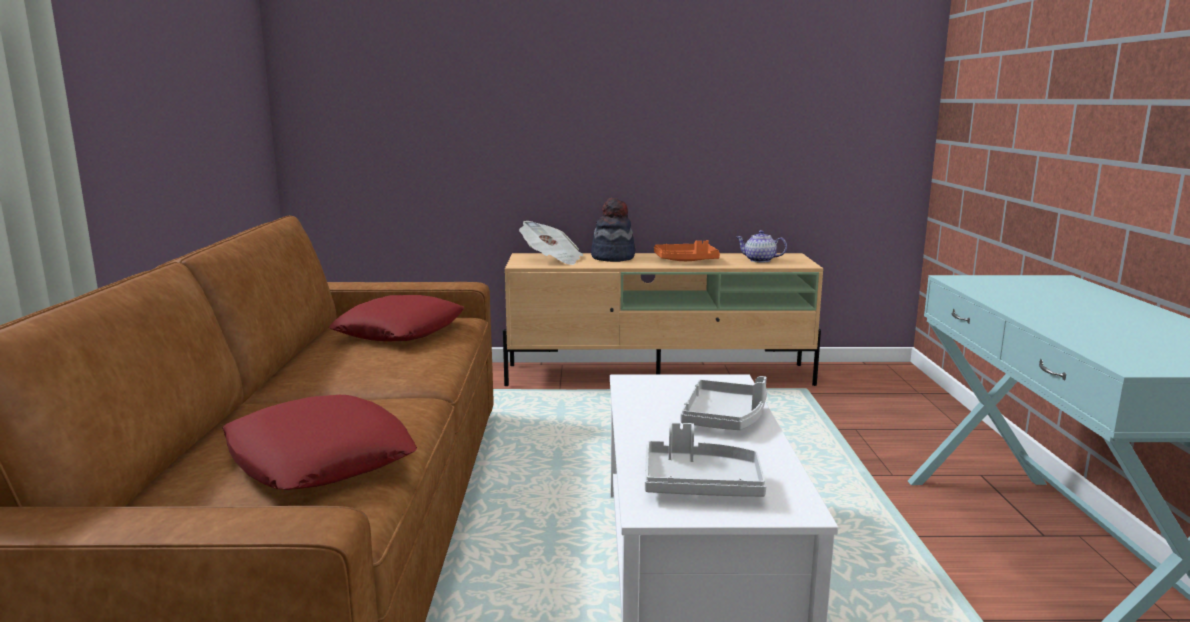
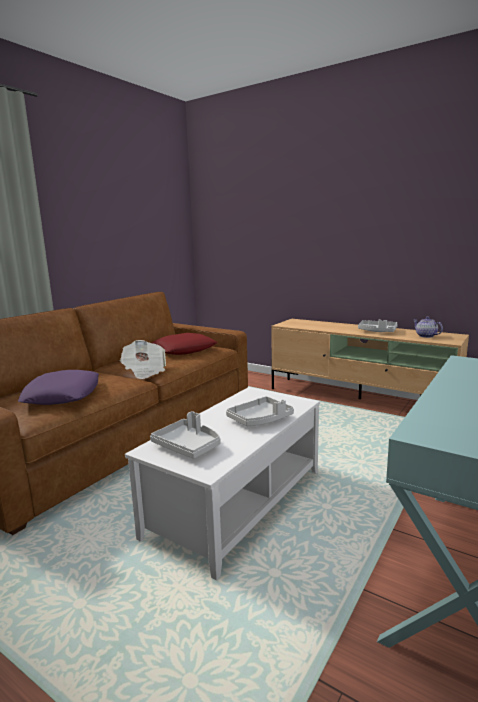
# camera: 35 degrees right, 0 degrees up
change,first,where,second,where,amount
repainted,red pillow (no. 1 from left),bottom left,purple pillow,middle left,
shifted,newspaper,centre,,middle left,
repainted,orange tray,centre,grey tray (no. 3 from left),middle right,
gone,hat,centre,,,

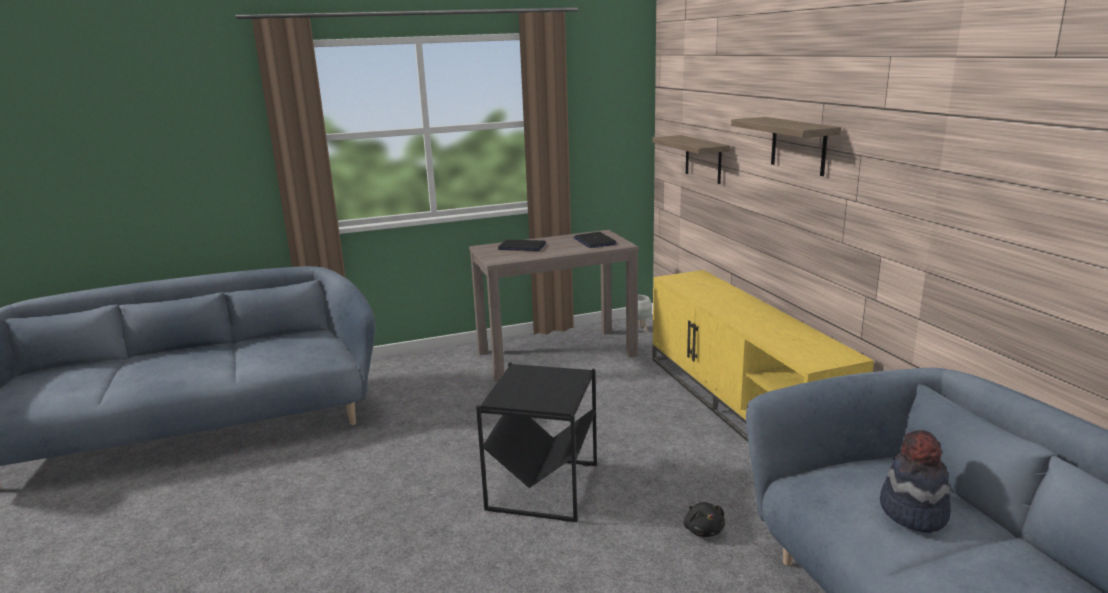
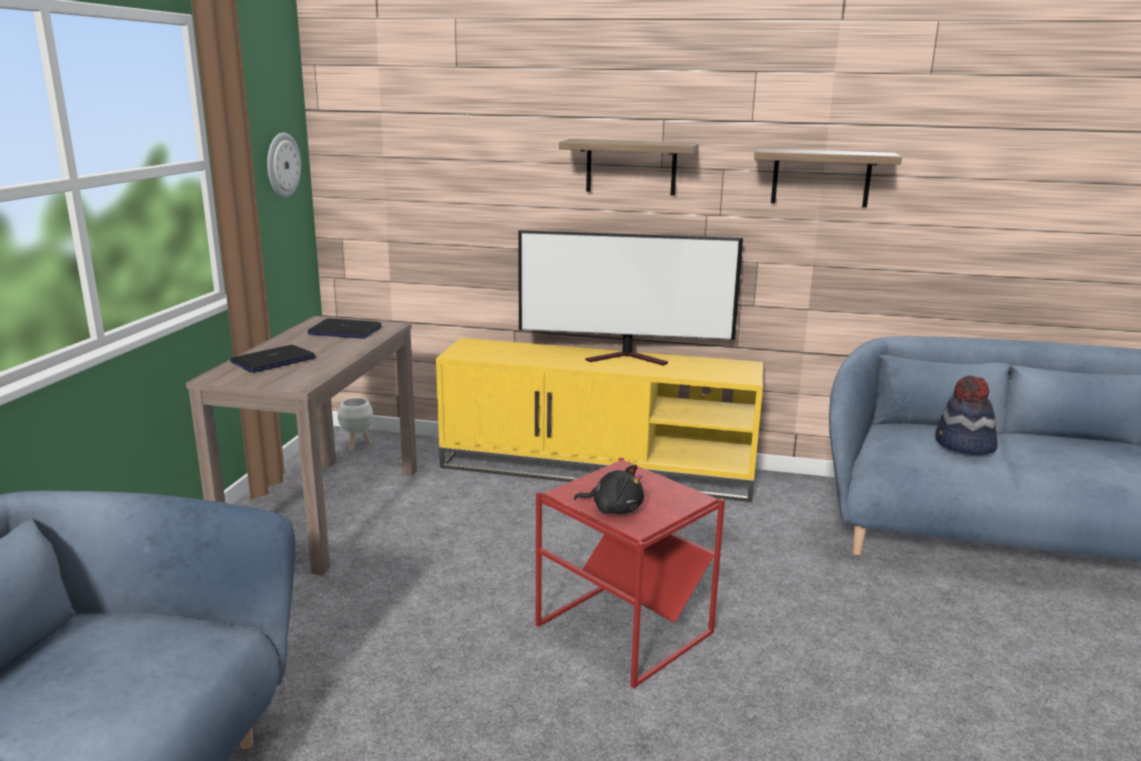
# camera: 60 degrees left, 0 degrees up
change,first,where,second,where,amount
new,,,wall clock,top left,
new,,,television,centre,
repainted,black side table,bottom centre,red side table,bottom centre,
shifted,black plush toy,bottom centre,,centre,
shifted,shelf (no. 1 from left in the first image),top centre,shelf (no. 2 from left),top right,

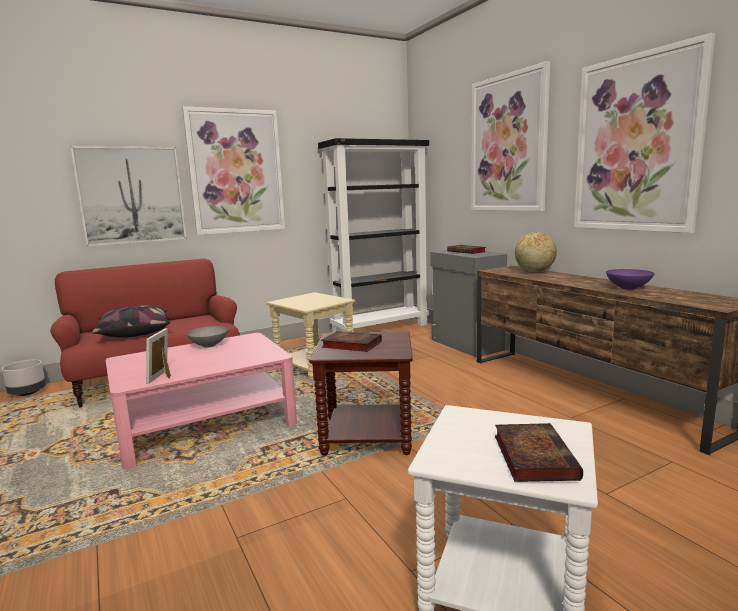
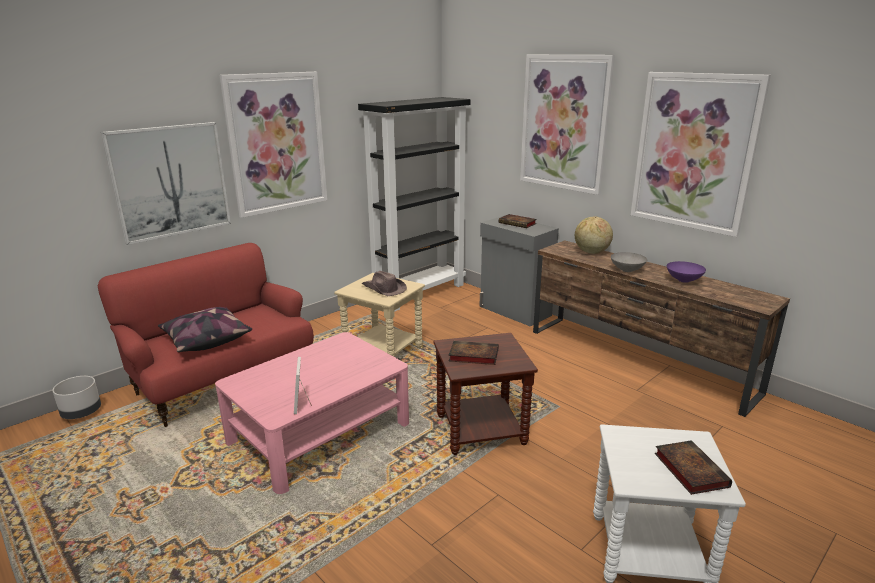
# camera: 15 degrees left, 10 degrees up
change,first,where,second,where,amount
new,,,brown hat,centre,
shifted,grey bowl,middle left,,middle right,

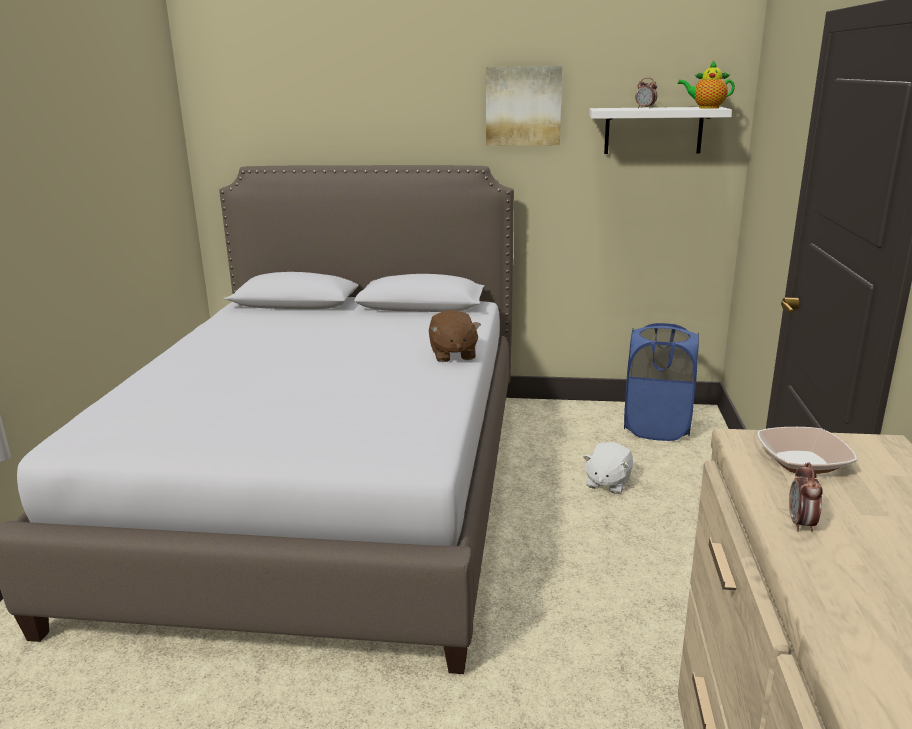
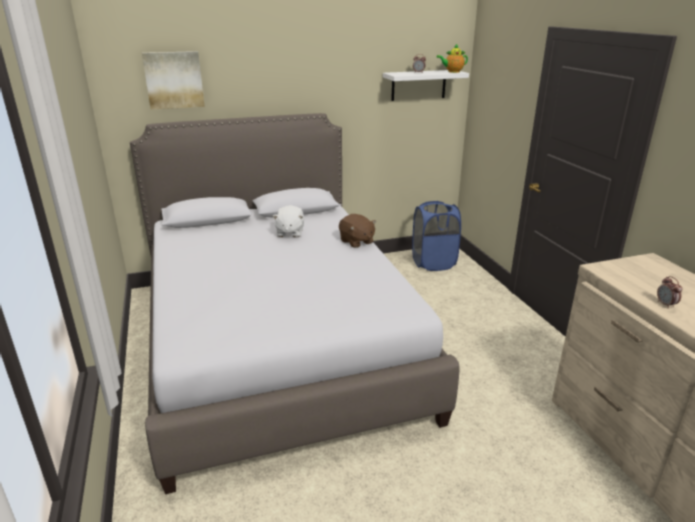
# camera: 25 degrees left, 5 degrees up
change,first,where,second,where,amount
shifted,picture,top centre,,top left,
shifted,white plush toy,middle right,,centre,
gone,bowl,middle right,,,

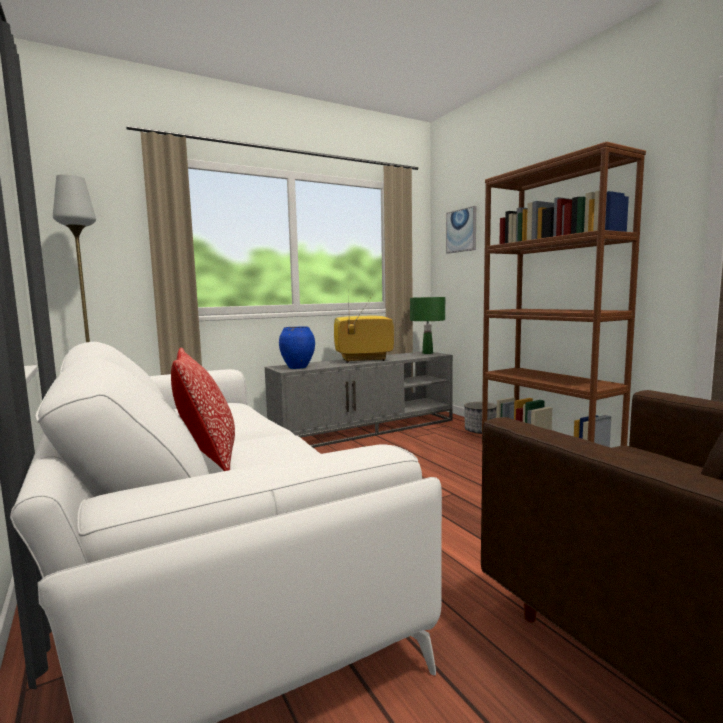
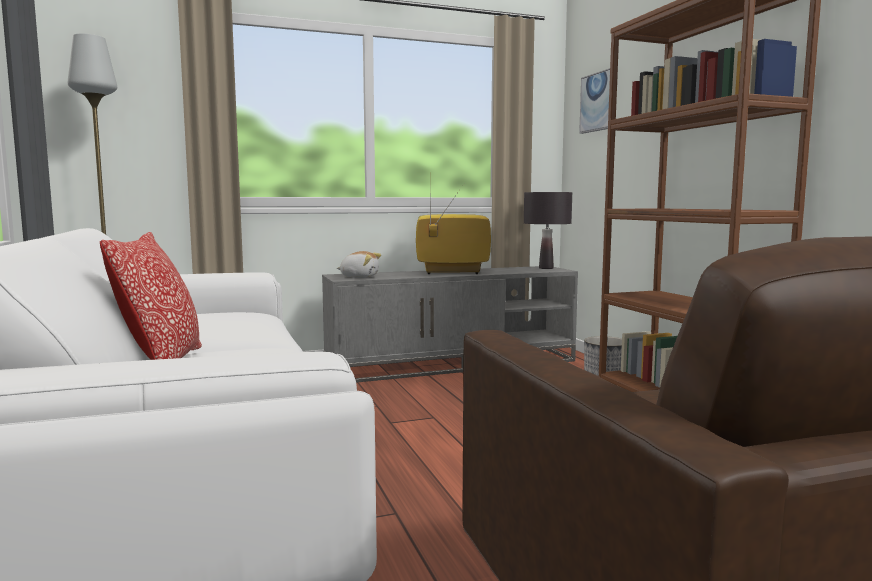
# camera: 10 degrees right, 0 degrees up
change,first,where,second,where,amount
swapped,blue vase,centre,plush toy,centre,
repainted,green table lamp,centre,black table lamp,centre,

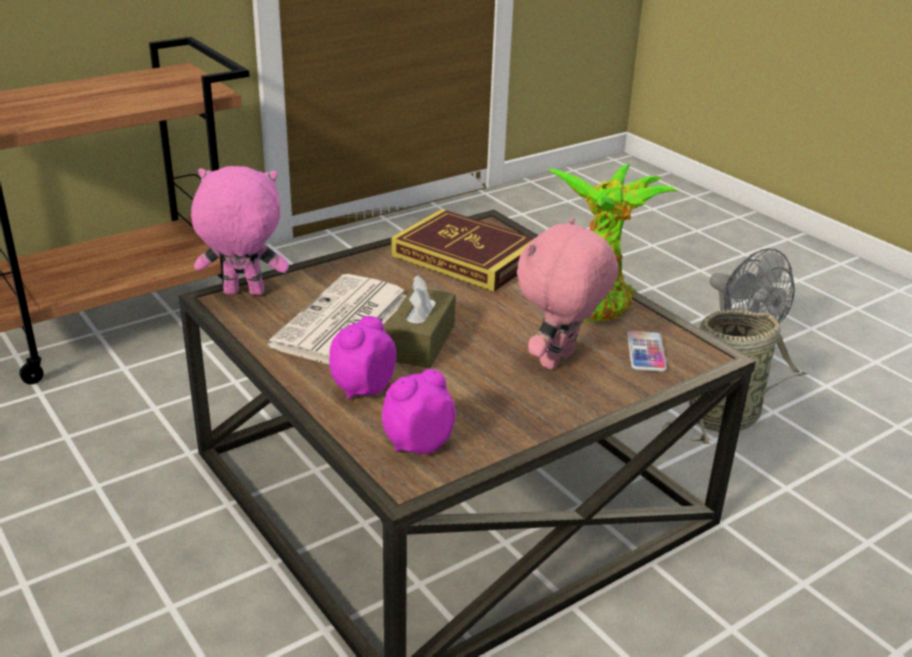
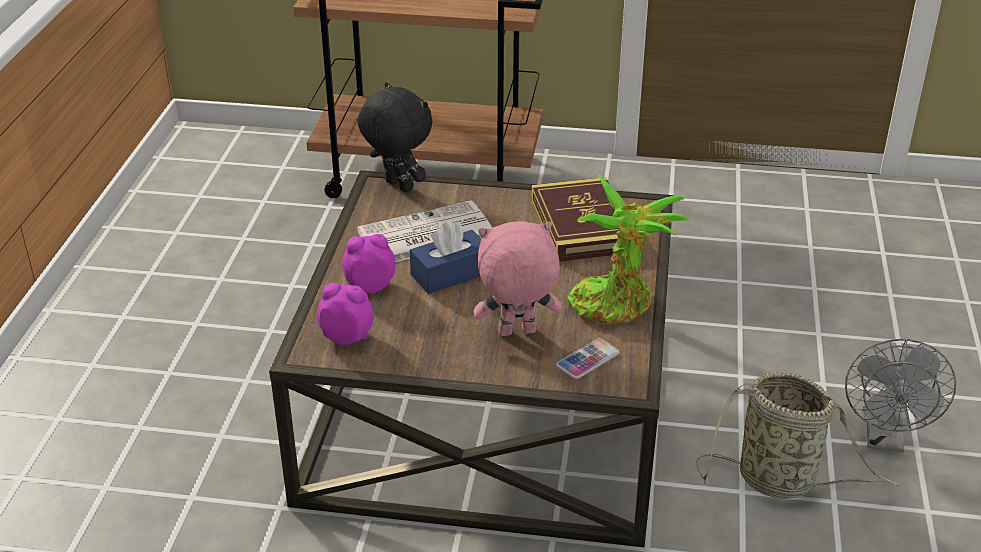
# camera: 45 degrees right, 5 degrees up
change,first,where,second,where,amount
repainted,pink plush toy (no. 1 from left),middle left,black plush toy,top centre,
repainted,brown tissue box,centre,blue tissue box,centre,

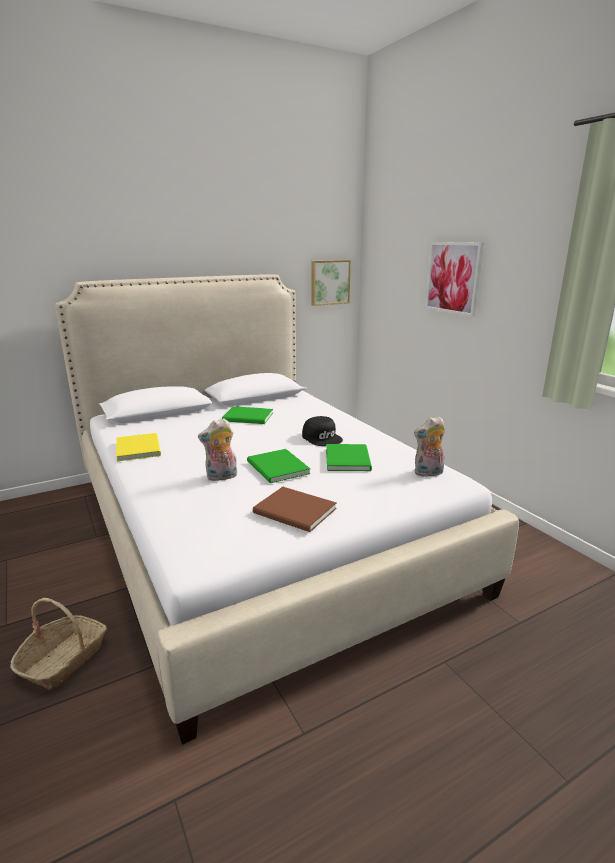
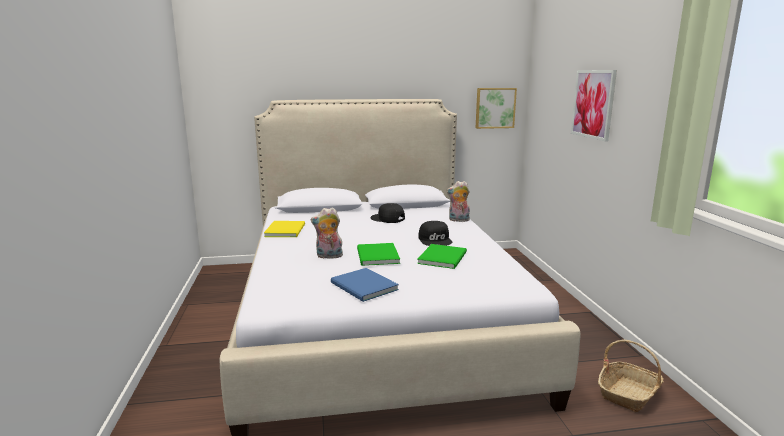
# camera: 20 degrees right, 5 degrees down
change,first,where,second,where,amount
repainted,brown book,centre,blue book,centre,
swapped,green book (no. 1 from left),centre,black cap (no. 1 from left),centre,
shifted,plush toy (no. 2 from left),middle right,,centre,
shifted,basket,bottom left,,bottom right,

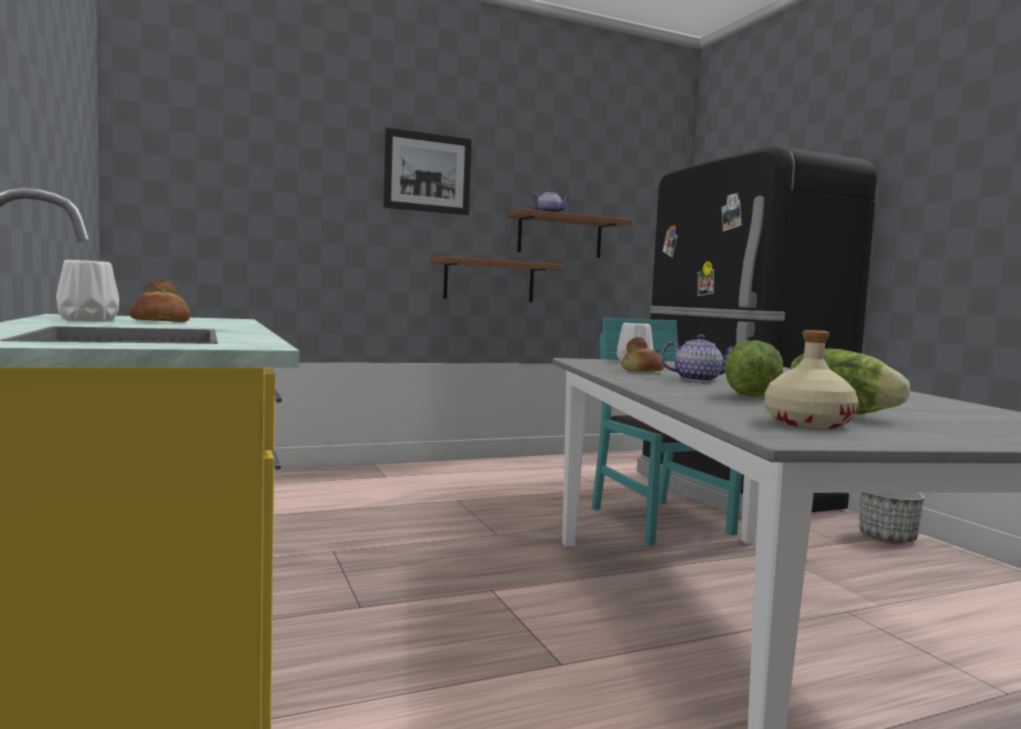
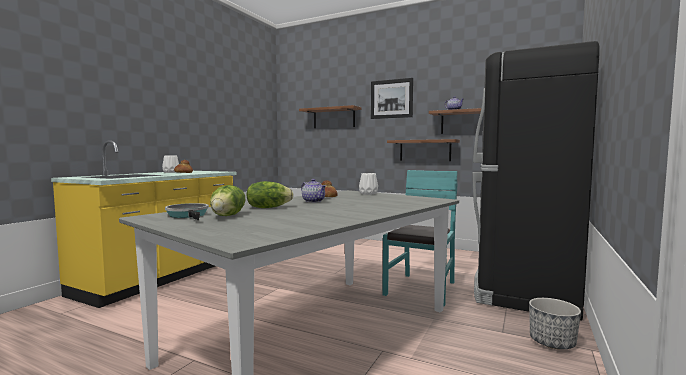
# camera: 50 degrees right, 0 degrees up
change,first,where,second,where,amount
swapped,beige bottle,middle right,frying pan,middle left,
new,,,brown shelf (no. 1 from left),top centre,

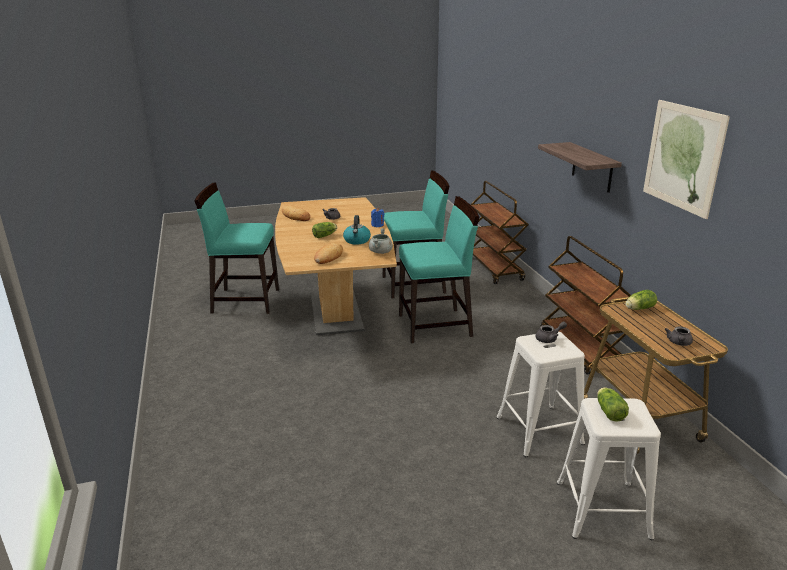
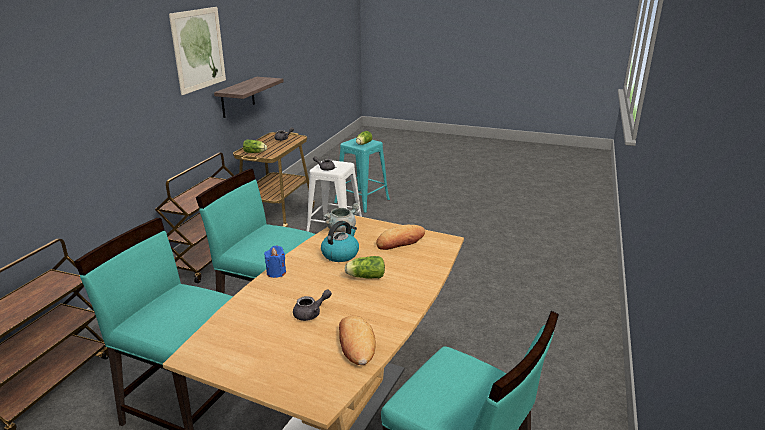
# camera: 145 degrees left, 0 degrees up
change,first,where,second,where,amount
shifted,shelf,top right,,top left,
repainted,white stool (no. 2 from left),bottom right,turquoise stool,centre,

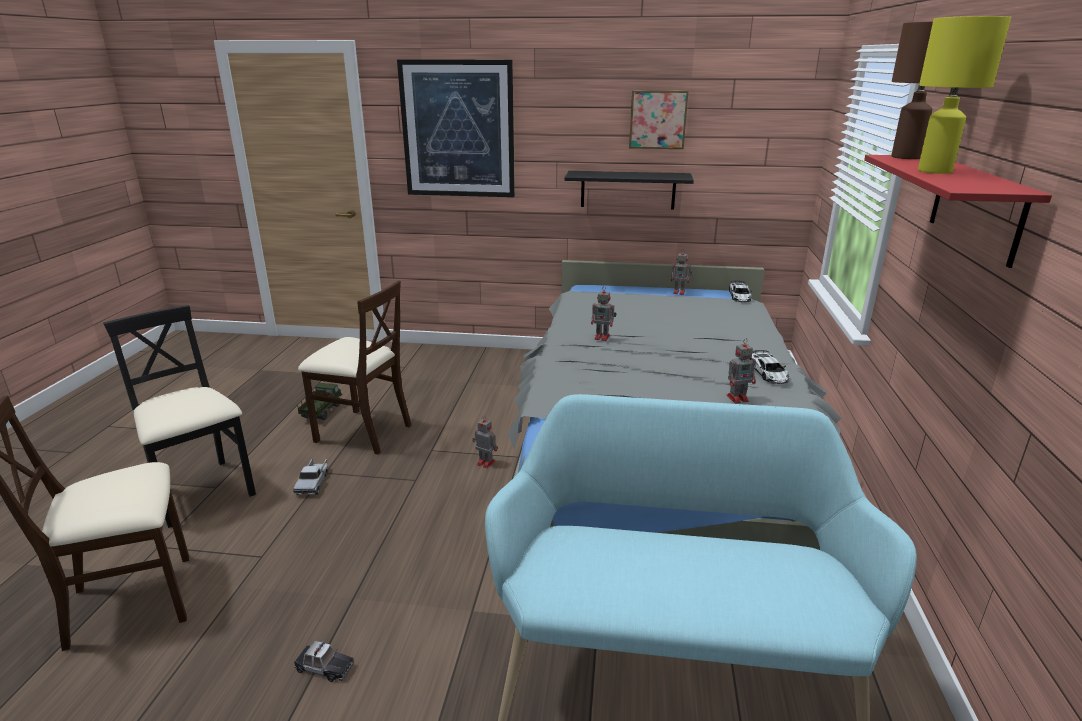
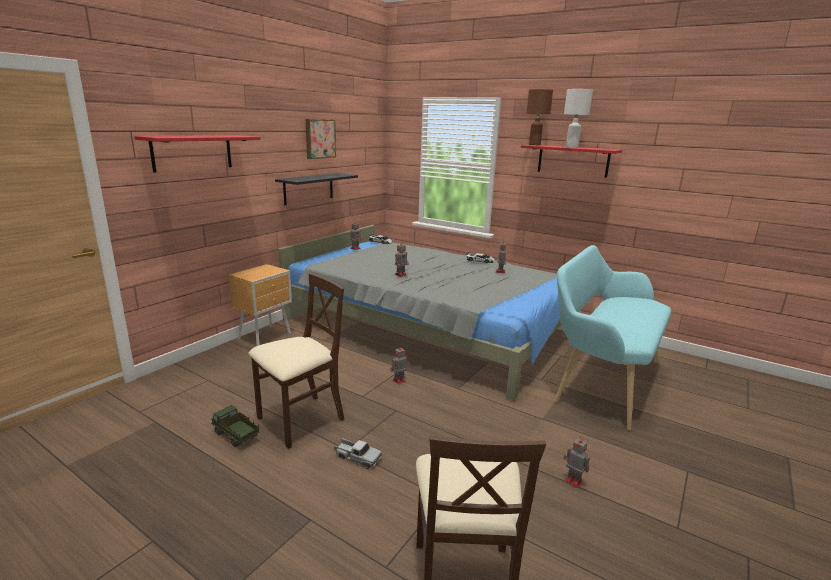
# camera: 65 degrees left, 5 degrees down
change,first,where,second,where,amount
swapped,picture (no. 1 from left),top centre,red shelf (no. 1 from left),top left,
new,,,brown nightstand,middle left,
repainted,yellow table lamp,top right,white table lamp,top right,
swapped,toy car (no. 1 from left),bottom left,toy robot (no. 5 from left),bottom right,
gone,black chair,middle left,,,

